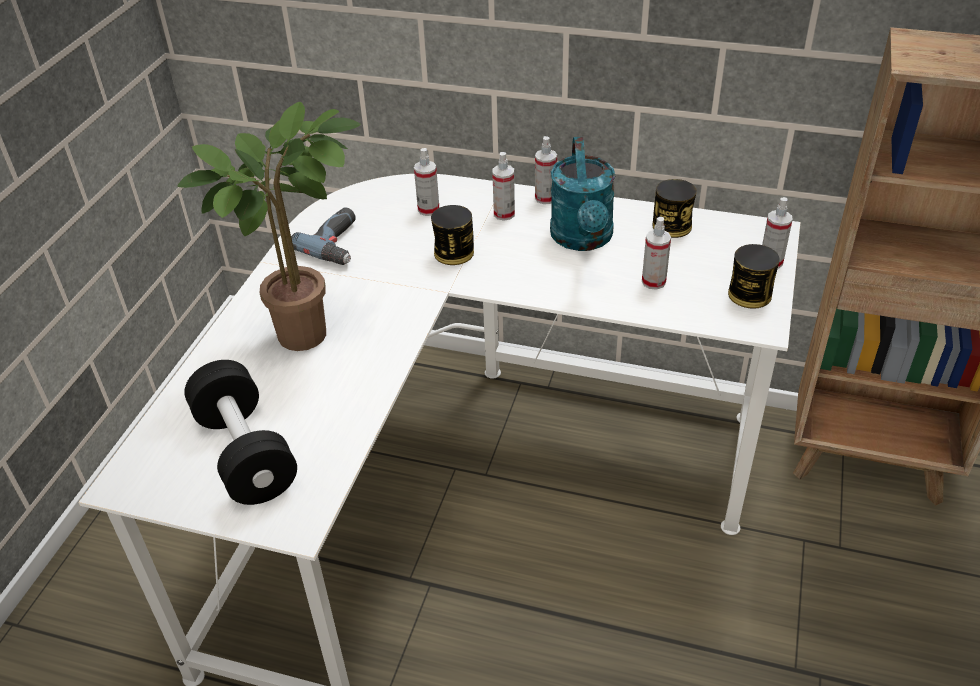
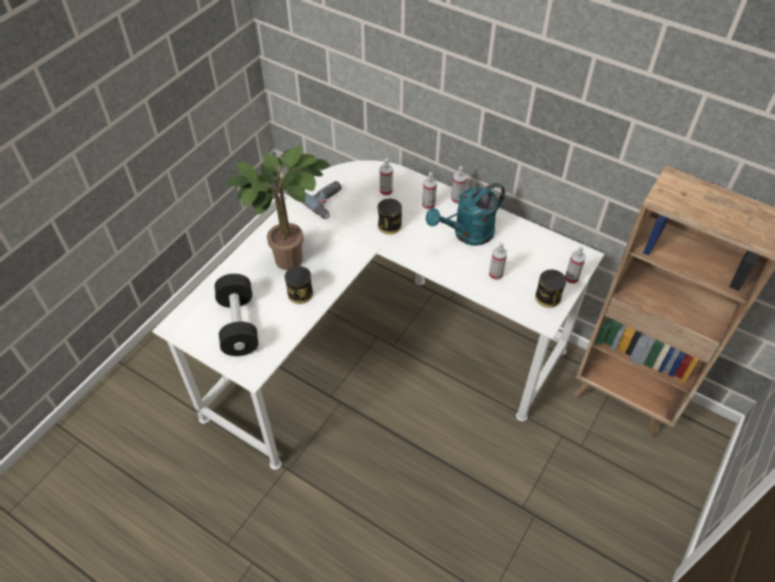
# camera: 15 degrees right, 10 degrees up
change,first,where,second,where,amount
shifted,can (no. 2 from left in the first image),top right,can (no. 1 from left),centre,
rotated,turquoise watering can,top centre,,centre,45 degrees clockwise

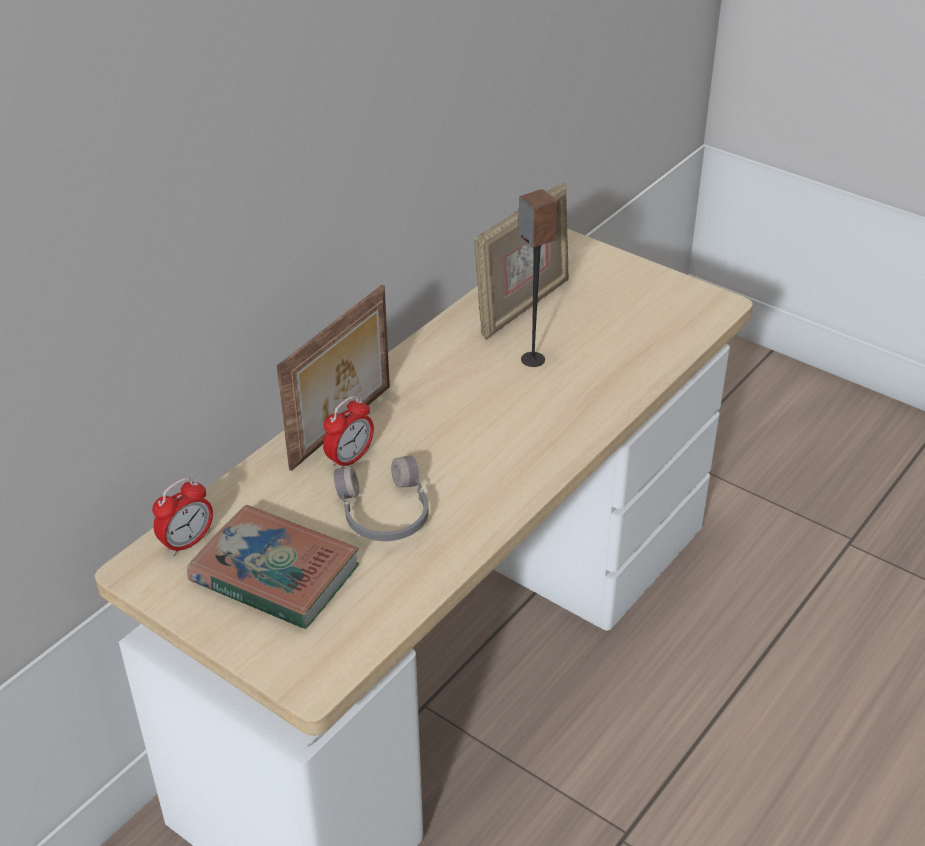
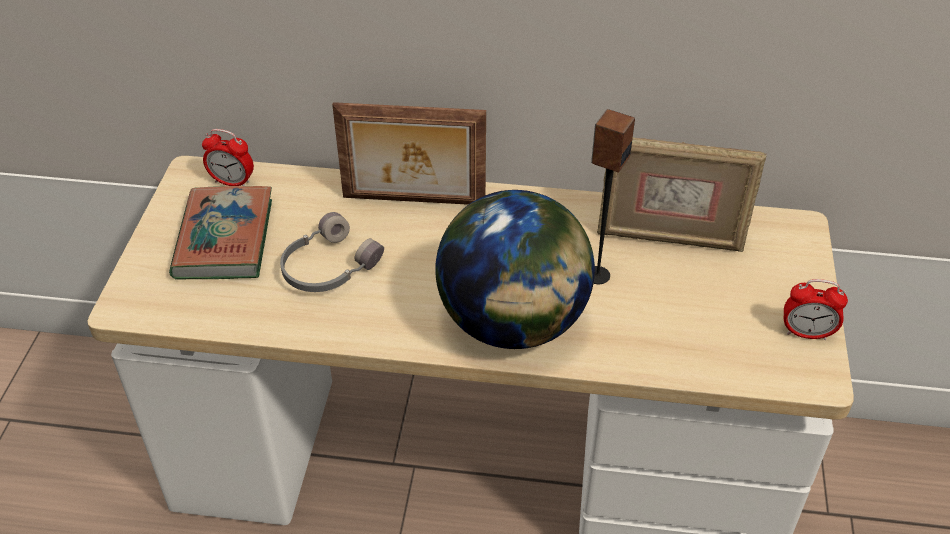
# camera: 60 degrees right, 5 degrees up
change,first,where,second,where,amount
new,,,globe,centre,
shifted,alarm clock (no. 2 from left),centre,,middle right,

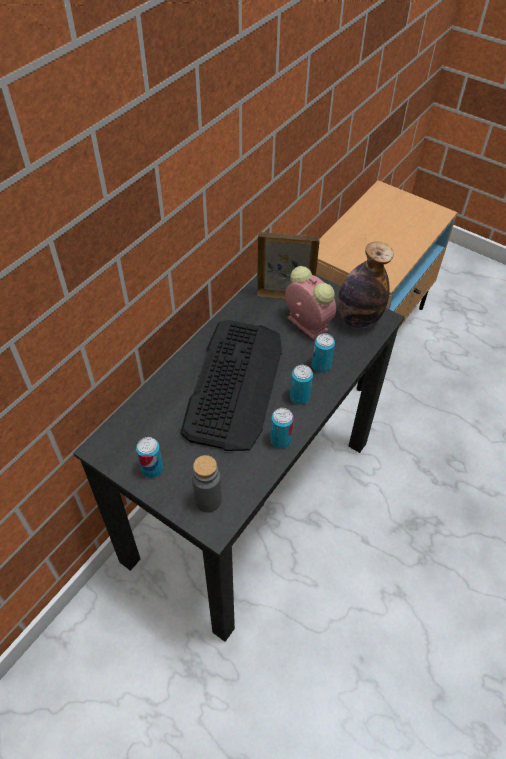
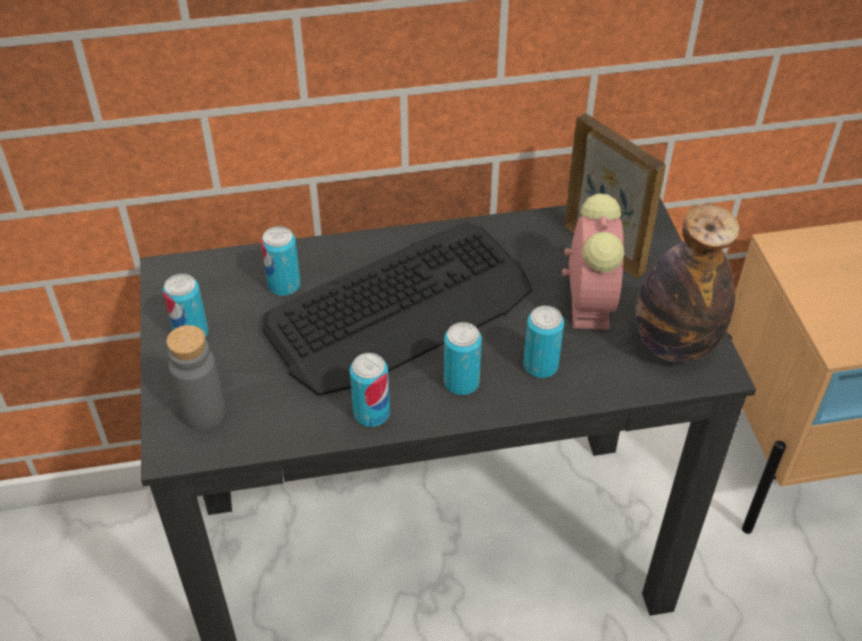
# camera: 45 degrees right, 5 degrees down
change,first,where,second,where,amount
new,,,can (no. 2 from left),middle left,

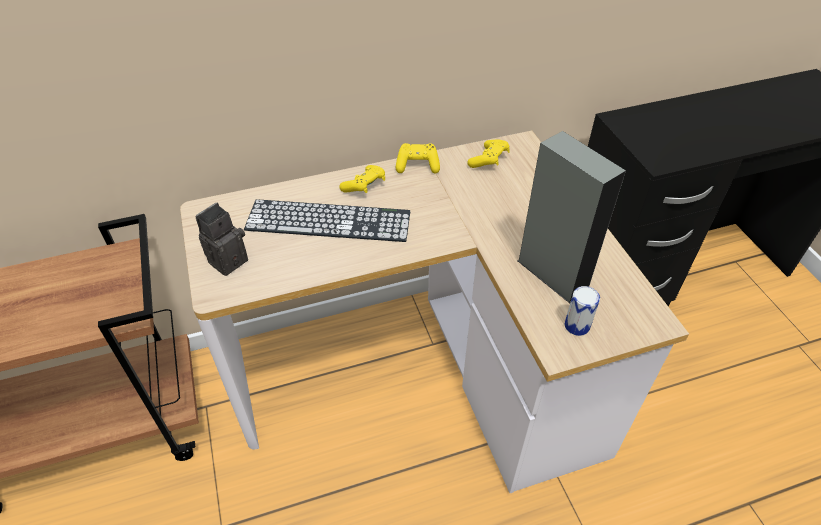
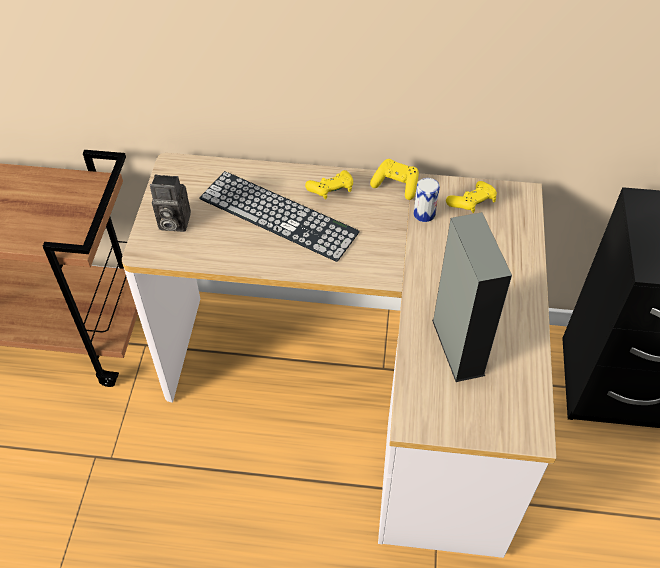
# camera: 25 degrees right, 5 degrees up
change,first,where,second,where,amount
rotated,photo camera,middle left,,middle left,150 degrees counterclockwise
shifted,can,middle right,,centre,

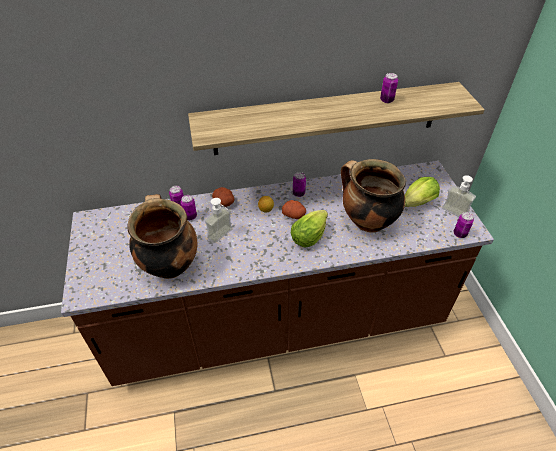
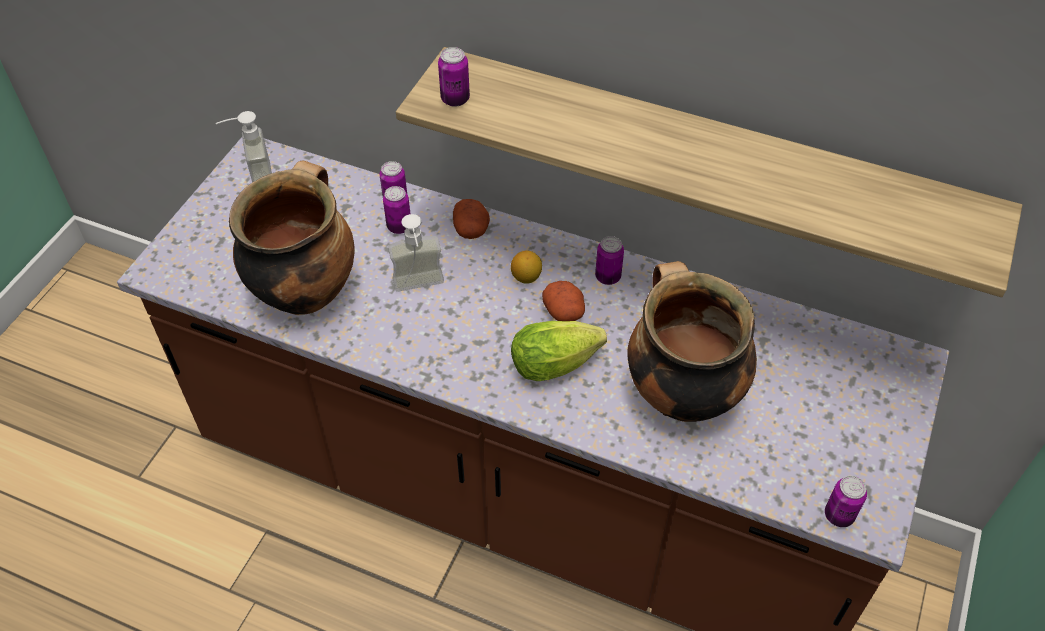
# camera: 35 degrees right, 5 degrees up
change,first,where,second,where,amount
shifted,soap dispenser (no. 2 from left in the first image),middle right,soap dispenser (no. 1 from left),top left,
shifted,can (no. 4 from left in the first image),top right,can (no. 3 from left),top centre,
gone,lettuce (no. 2 from left),middle right,,,

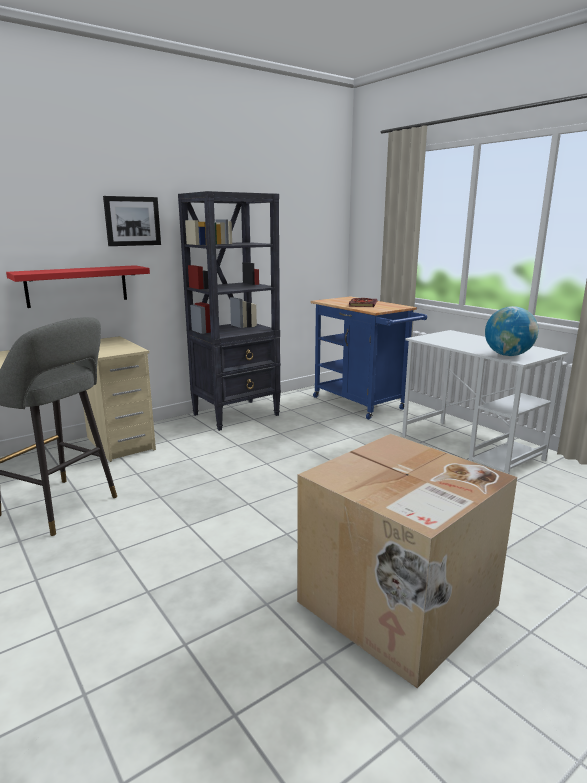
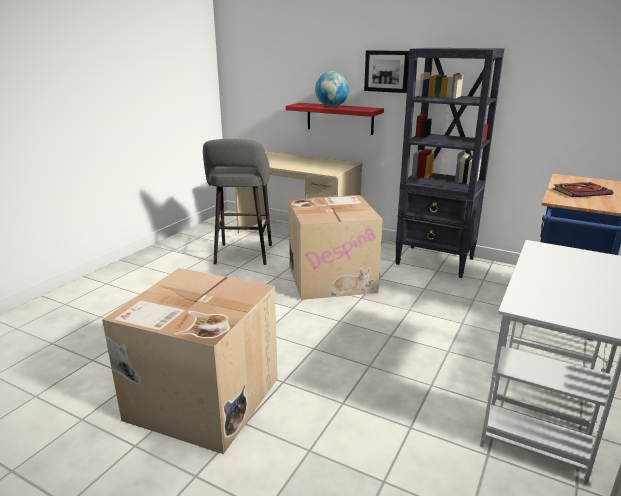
# camera: 65 degrees right, 5 degrees up
change,first,where,second,where,amount
new,,,cardboard box (no. 2 from left),centre,
shifted,globe,middle right,,top centre,

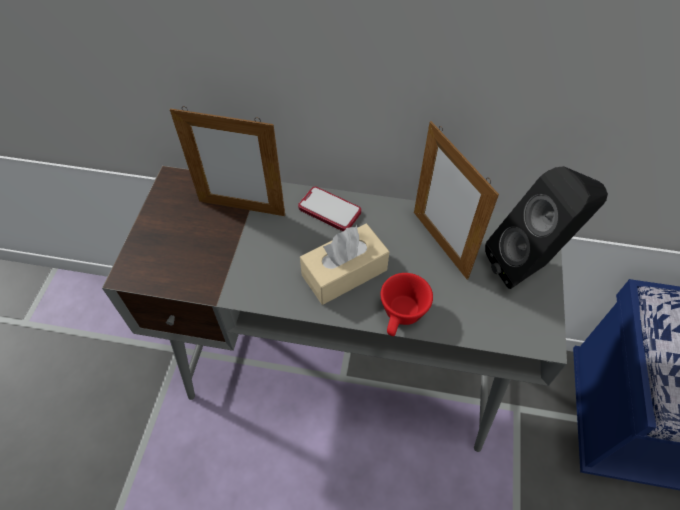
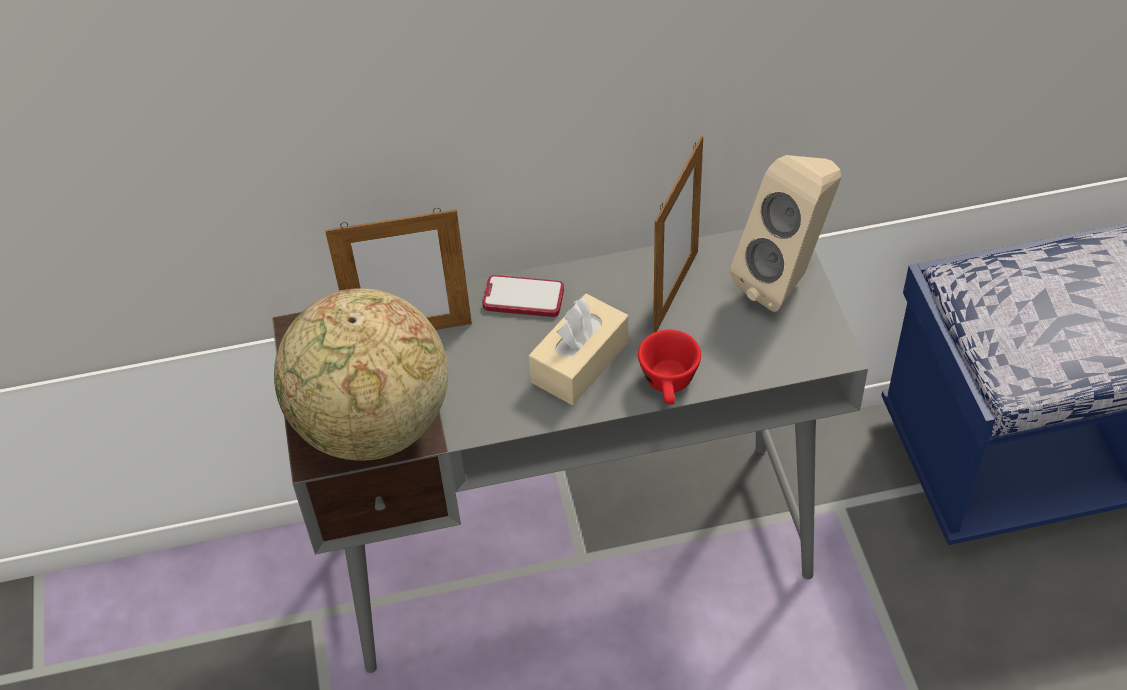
# camera: 20 degrees left, 5 degrees down
change,first,where,second,where,amount
new,,,globe,middle left,
rotated,picture frame (no. 2 from left),middle right,,centre,105 degrees counterclockwise
repainted,black speaker,middle right,beige speaker,middle right,

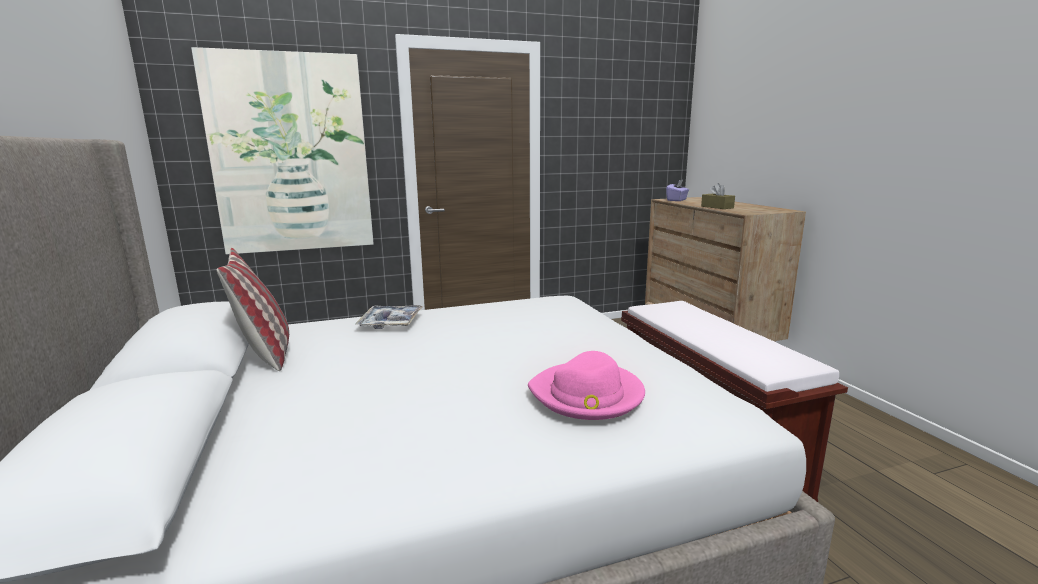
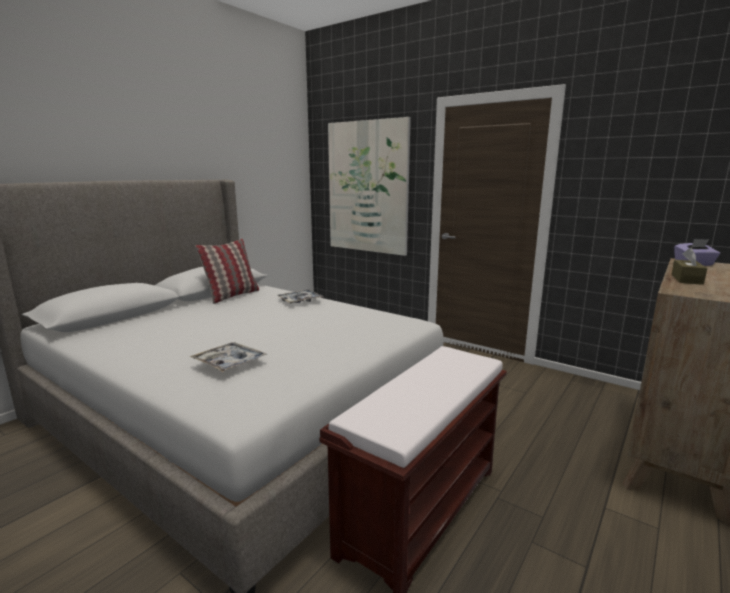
# camera: 55 degrees right, 0 degrees up
change,first,where,second,where,amount
swapped,pink hat,centre,tray (no. 1 from left),middle left,

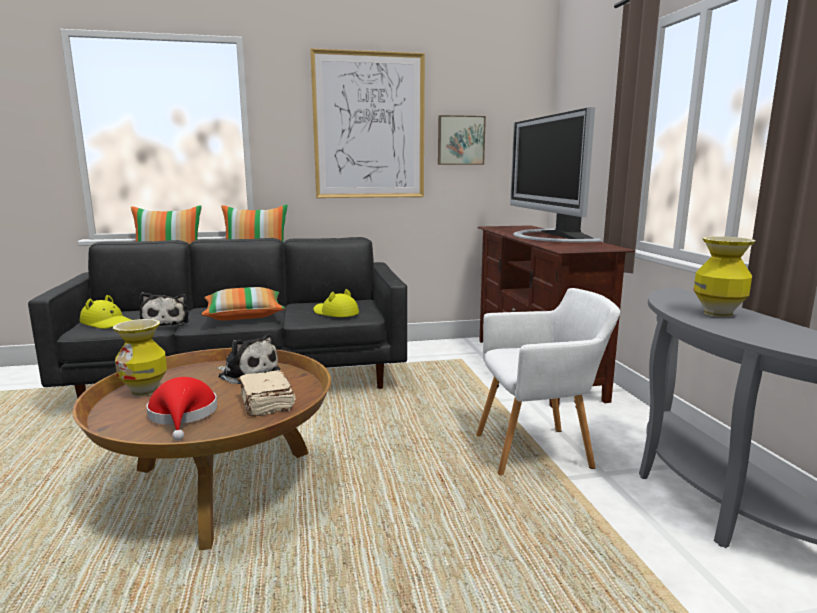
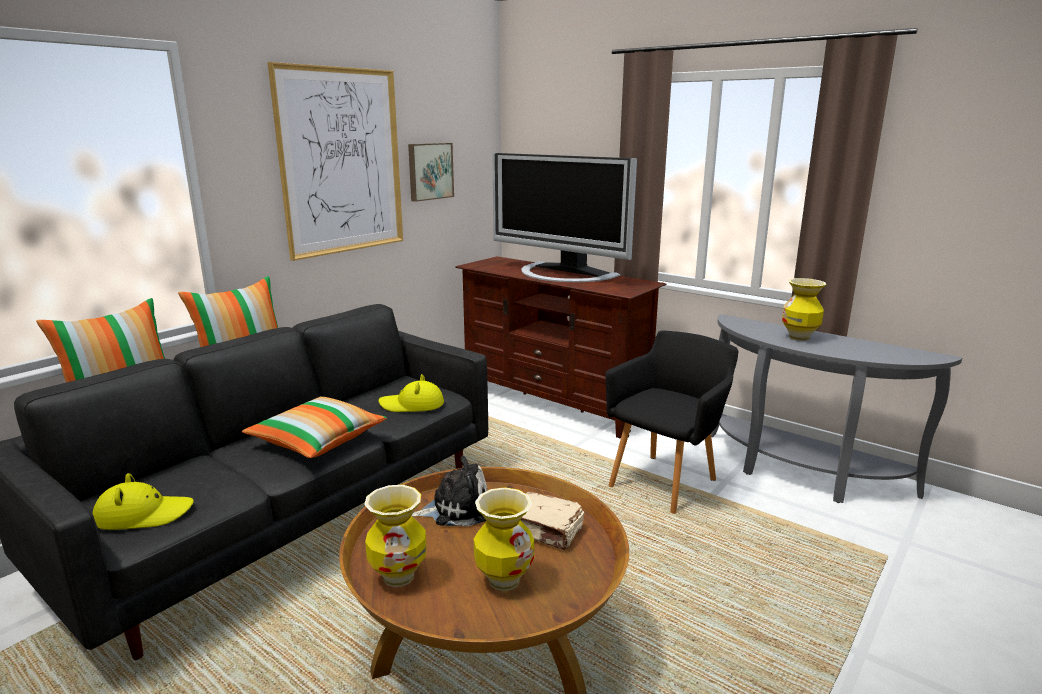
# camera: 40 degrees left, 5 degrees up
change,first,where,second,where,amount
swapped,red hat,bottom left,vase (no. 2 from left),bottom centre,
repainted,white armchair,middle right,black armchair,centre,
gone,plush toy (no. 1 from left),middle left,,,

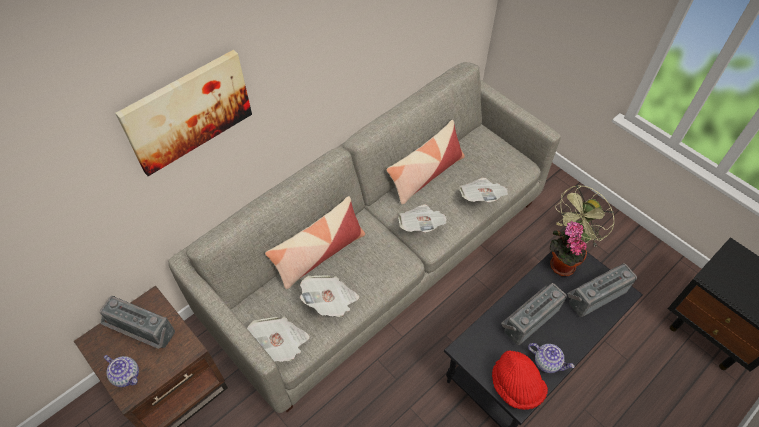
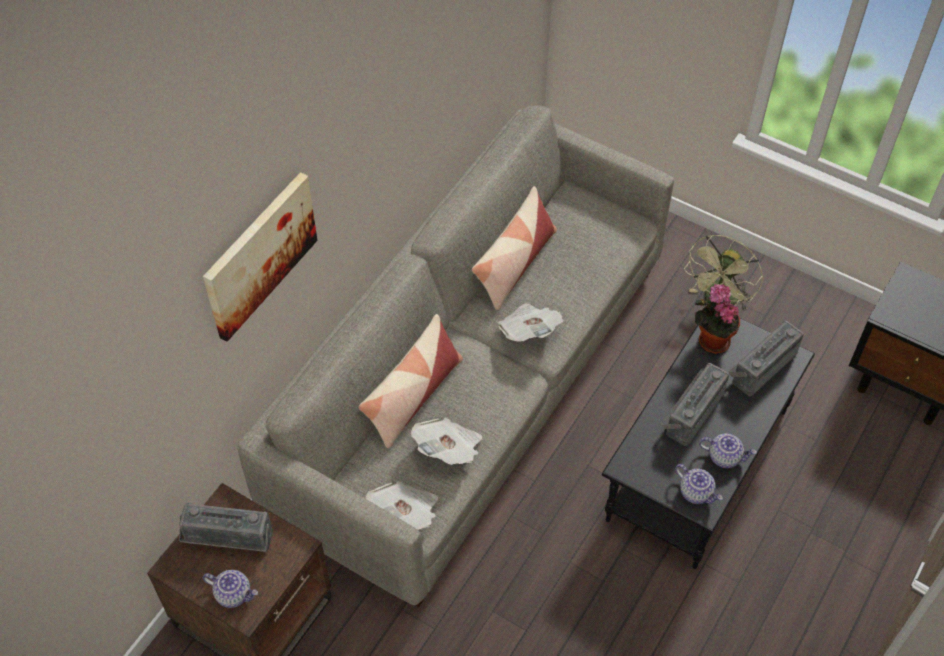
# camera: 15 degrees left, 0 degrees up
change,first,where,second,where,amount
swapped,red hat,bottom right,teapot (no. 2 from left),bottom right,
gone,newspaper (no. 4 from left),centre,,,

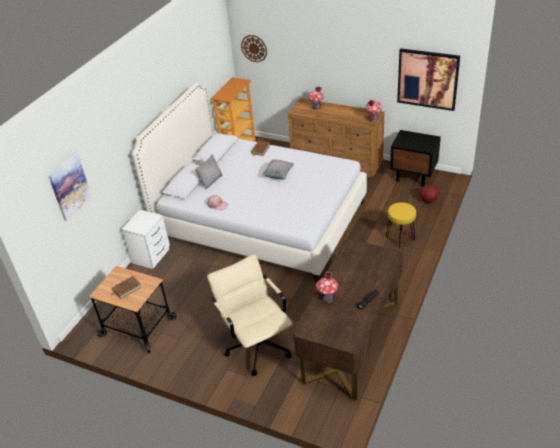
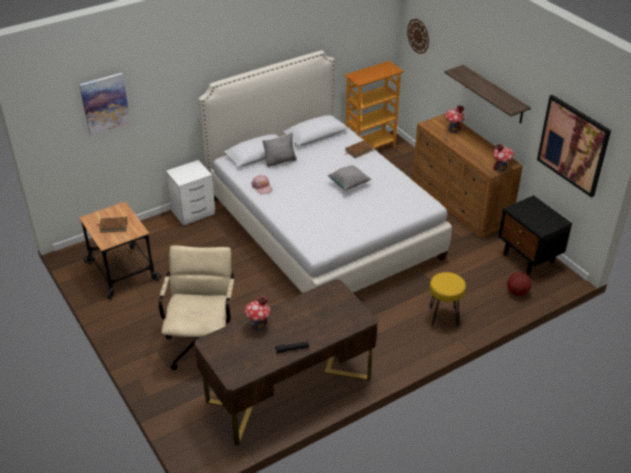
# camera: 30 degrees right, 0 degrees up
change,first,where,second,where,amount
new,,,shelf,top right,

